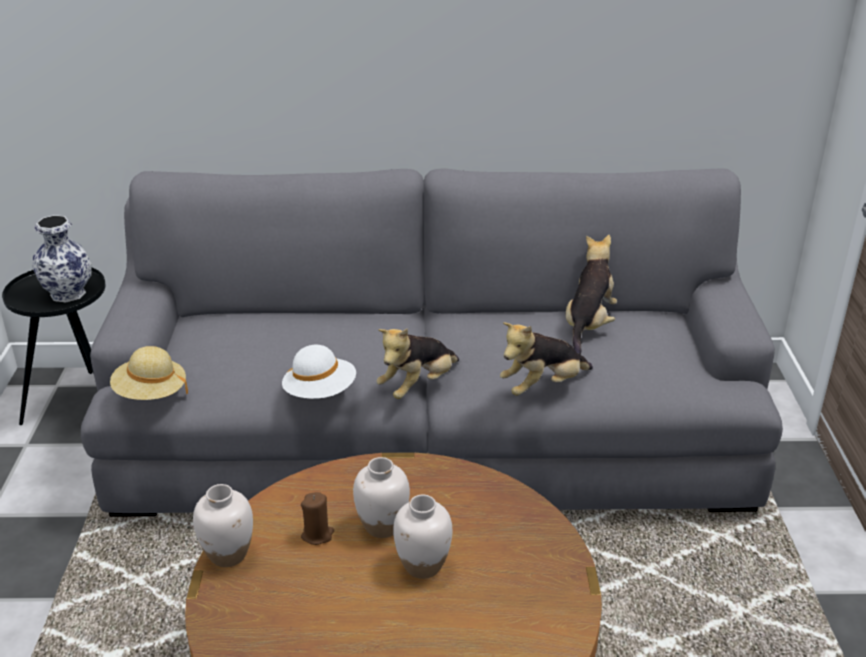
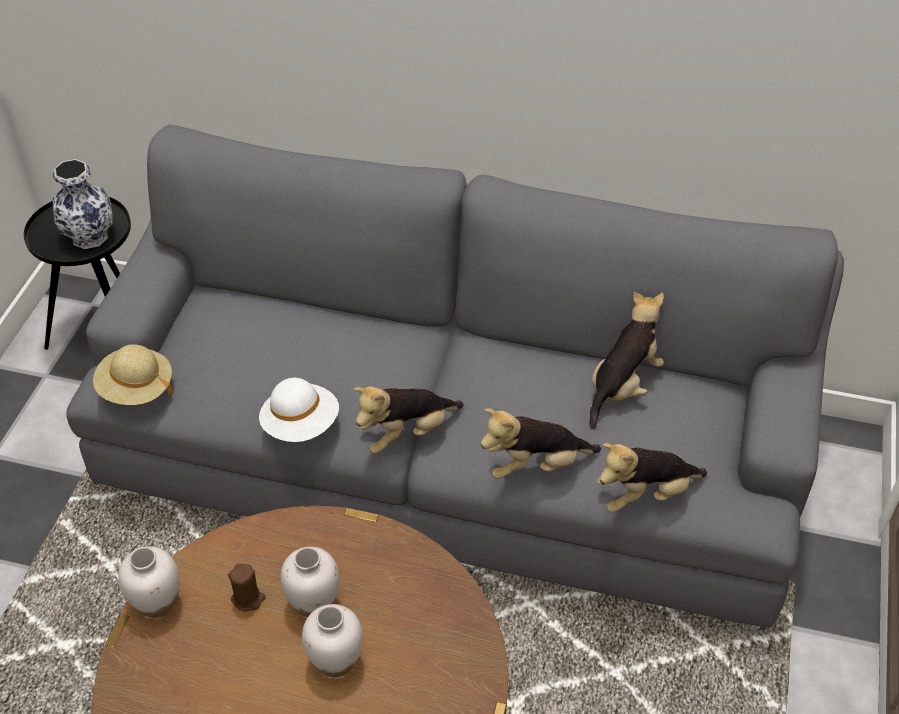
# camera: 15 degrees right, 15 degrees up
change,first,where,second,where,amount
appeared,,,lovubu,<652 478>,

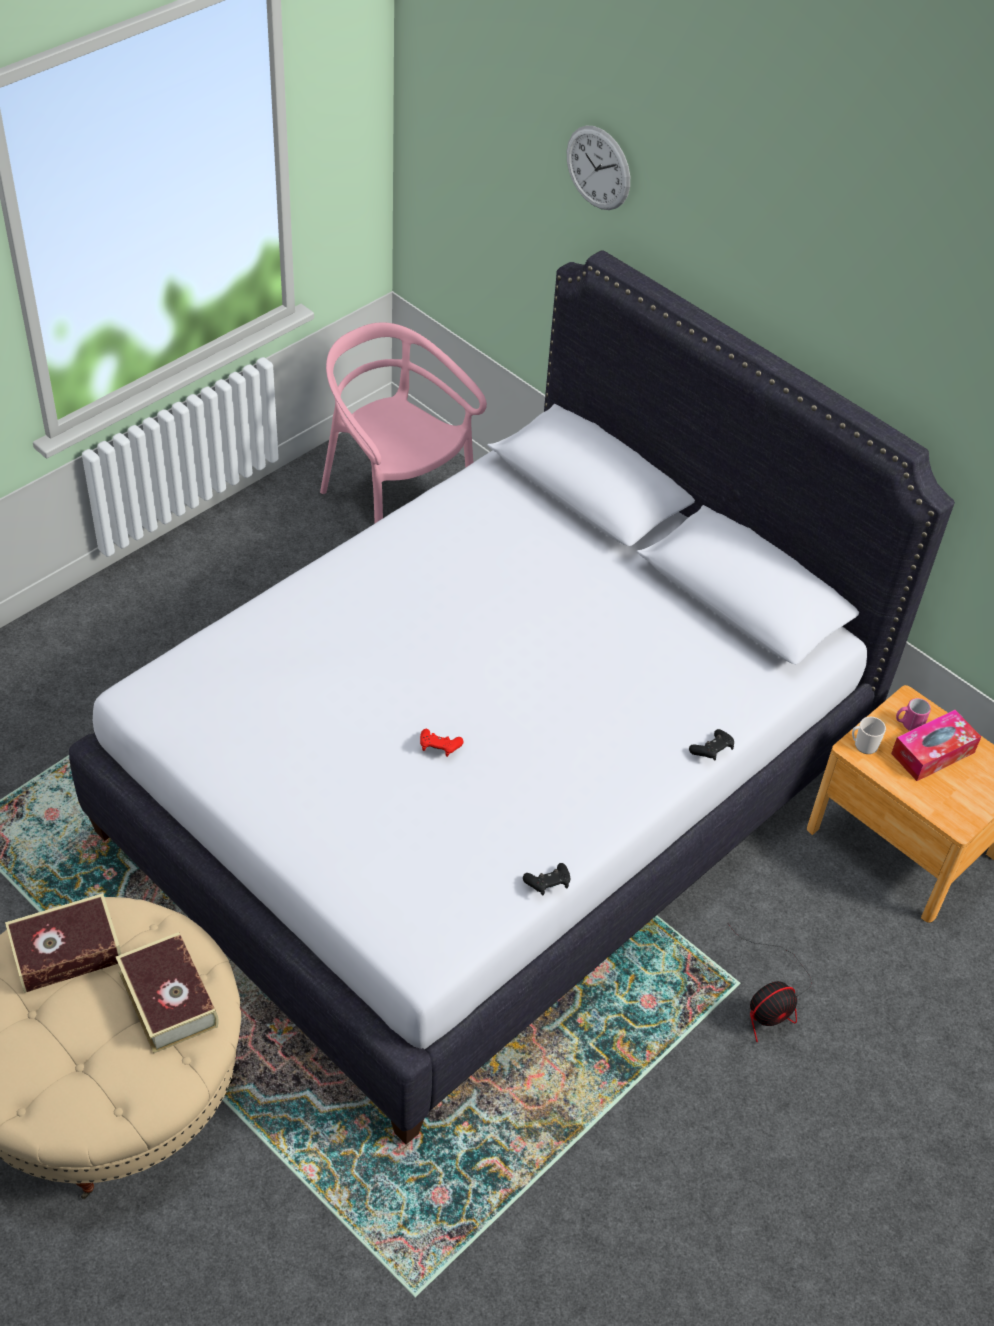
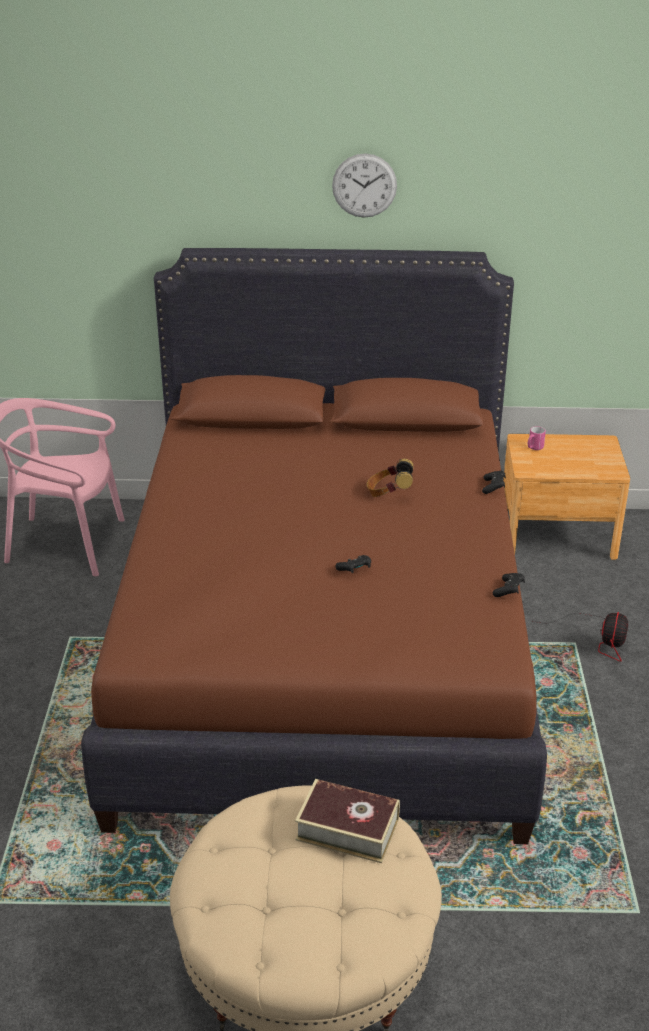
# camera: 40 degrees left, 15 degrees down
change,first,where,second,where,amount
missing,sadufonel,<63 943>,,,
colour,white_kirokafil,<512 697>,brown_kirokafil,<314 546>,
colour,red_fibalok,<441 743>,black_fibalok,<353 564>,
relocated,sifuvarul,<598 168>,,<364 185>,
missing,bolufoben,<869 735>,,,
missing,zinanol,<936 745>,,,
appeared,,,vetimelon,<390 477>,

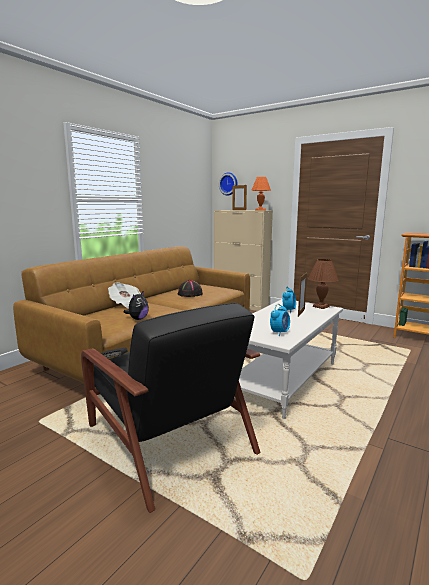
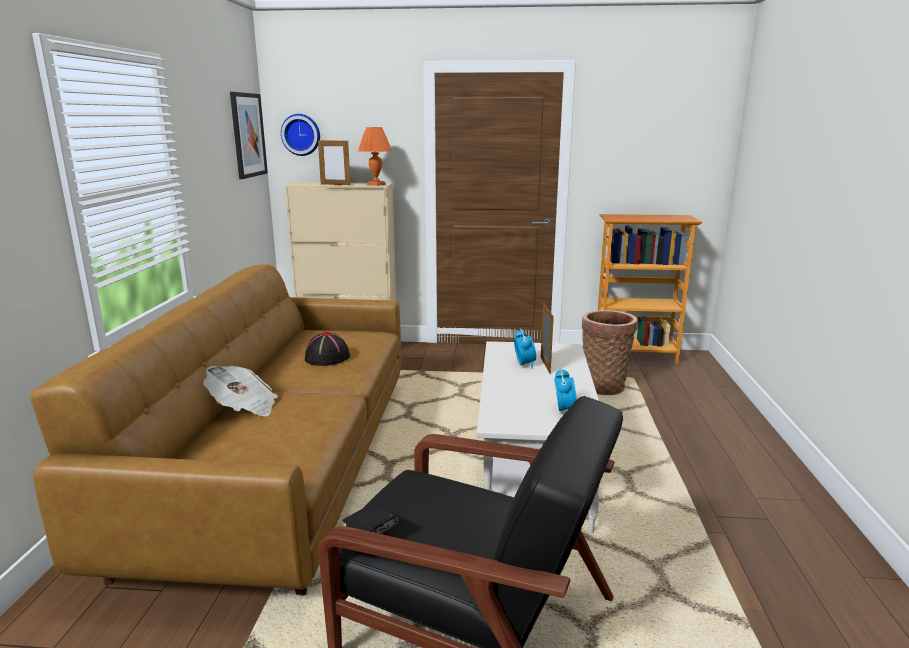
# camera: 30 degrees left, 5 degrees up
change,first,where,second,where,amount
missing,lovubu,<136 306>,,,
missing,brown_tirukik,<323 284>,,,
appeared,,,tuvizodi,<249 135>,
appeared,,,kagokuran,<610 352>,

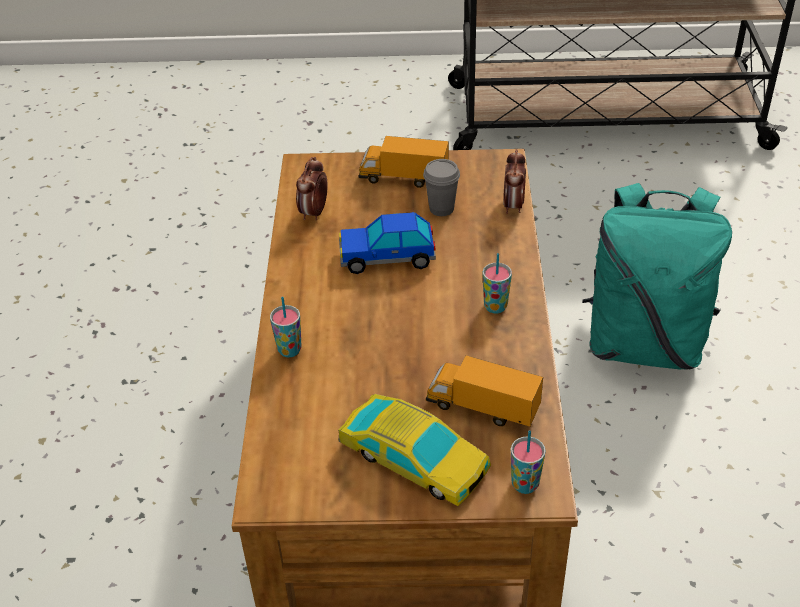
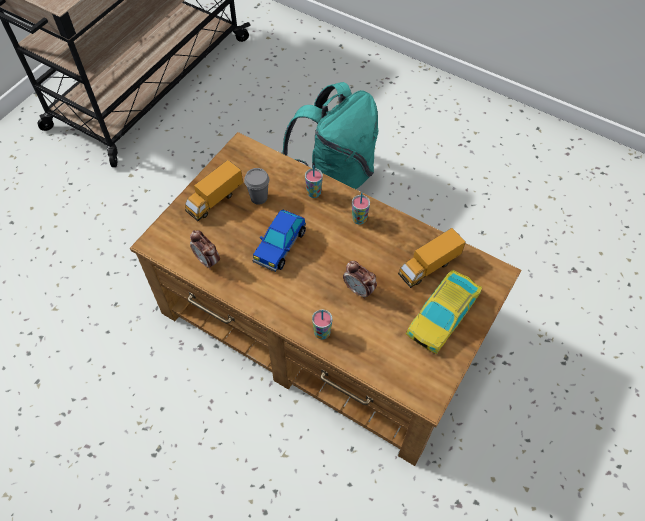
# camera: 60 degrees left, 15 degrees up
change,first,where,second,where,amount
spun,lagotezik,<414 450>,,<444 312>,150 degrees clockwise
relocated,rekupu,<514 181>,,<360 280>,
relocated,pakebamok,<528 462>,,<314 181>,

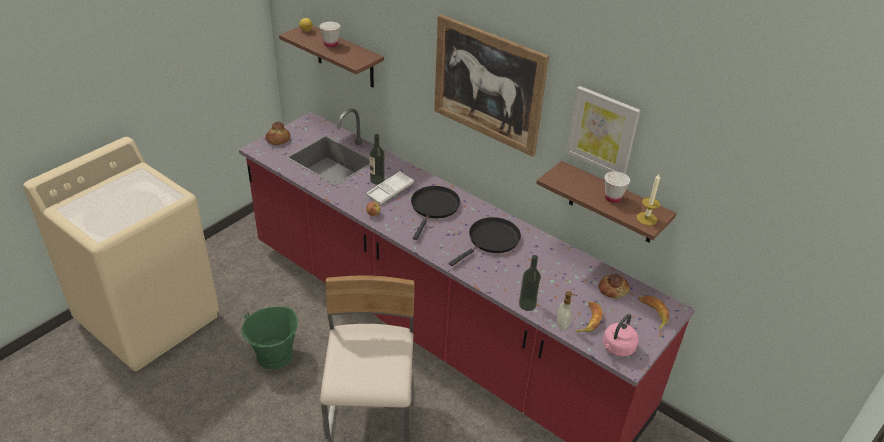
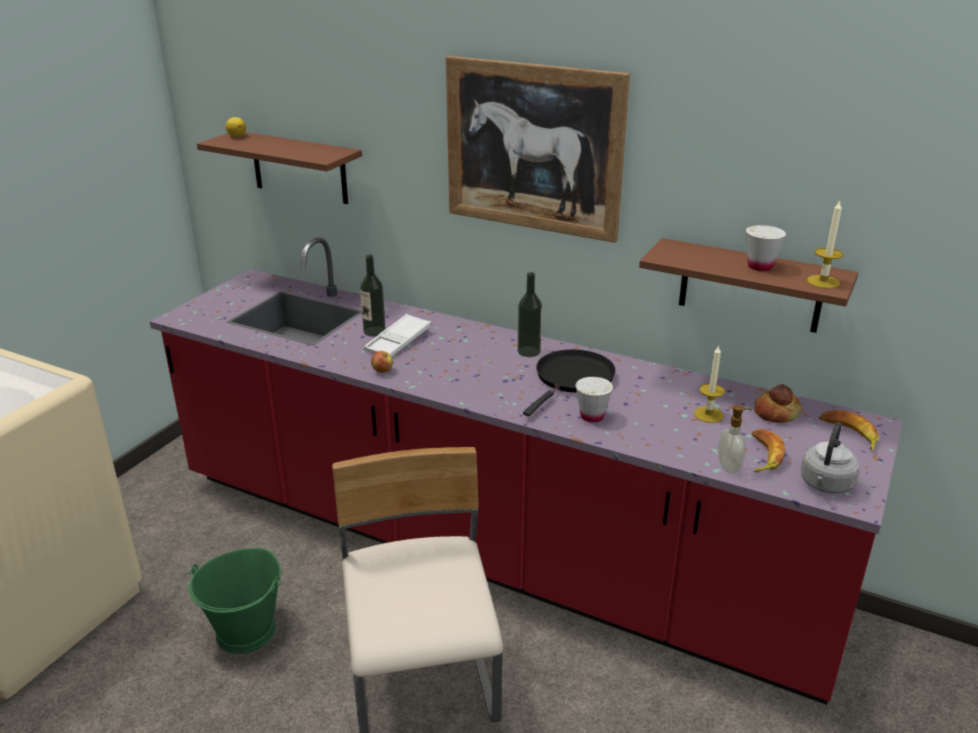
# camera: 10 degrees left, 10 degrees down
change,first,where,second,where,amount
missing,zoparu,<278 133>,,,
relocated,white_pakebamok,<329 34>,,<594 399>,
missing,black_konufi,<435 213>,,,
relocated,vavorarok,<530 283>,,<530 314>,
missing,tuvizodi,<603 130>,,,
colour,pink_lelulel,<621 335>,grey_lelulel,<830 458>,
appeared,,,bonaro,<709 384>,

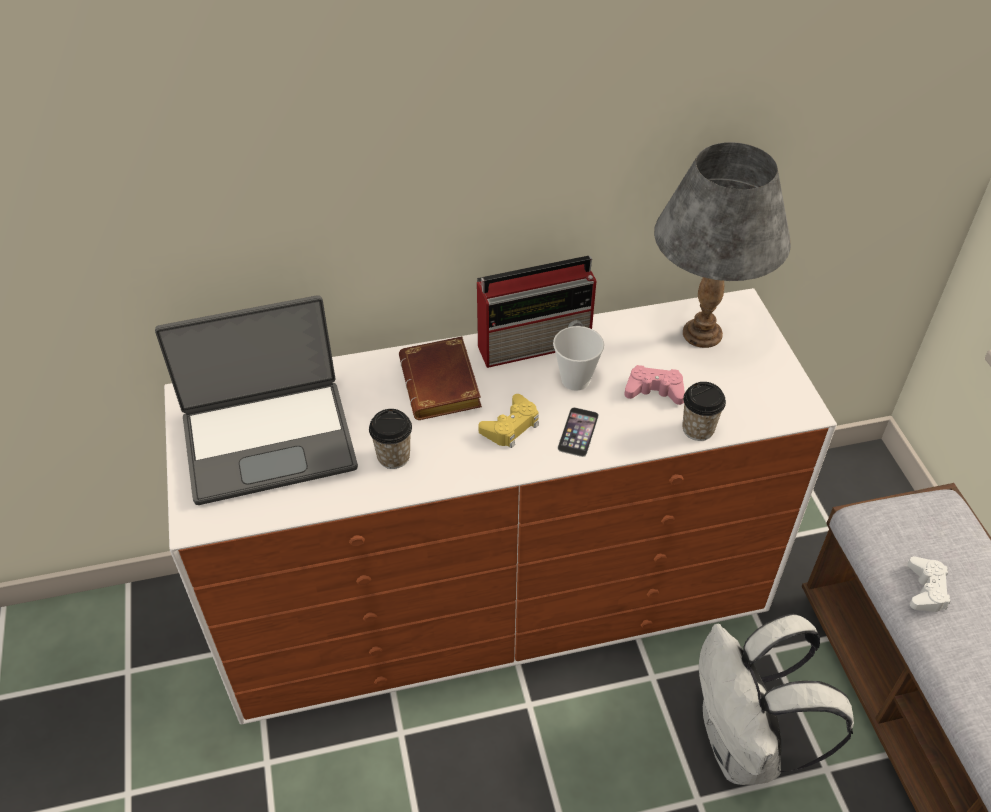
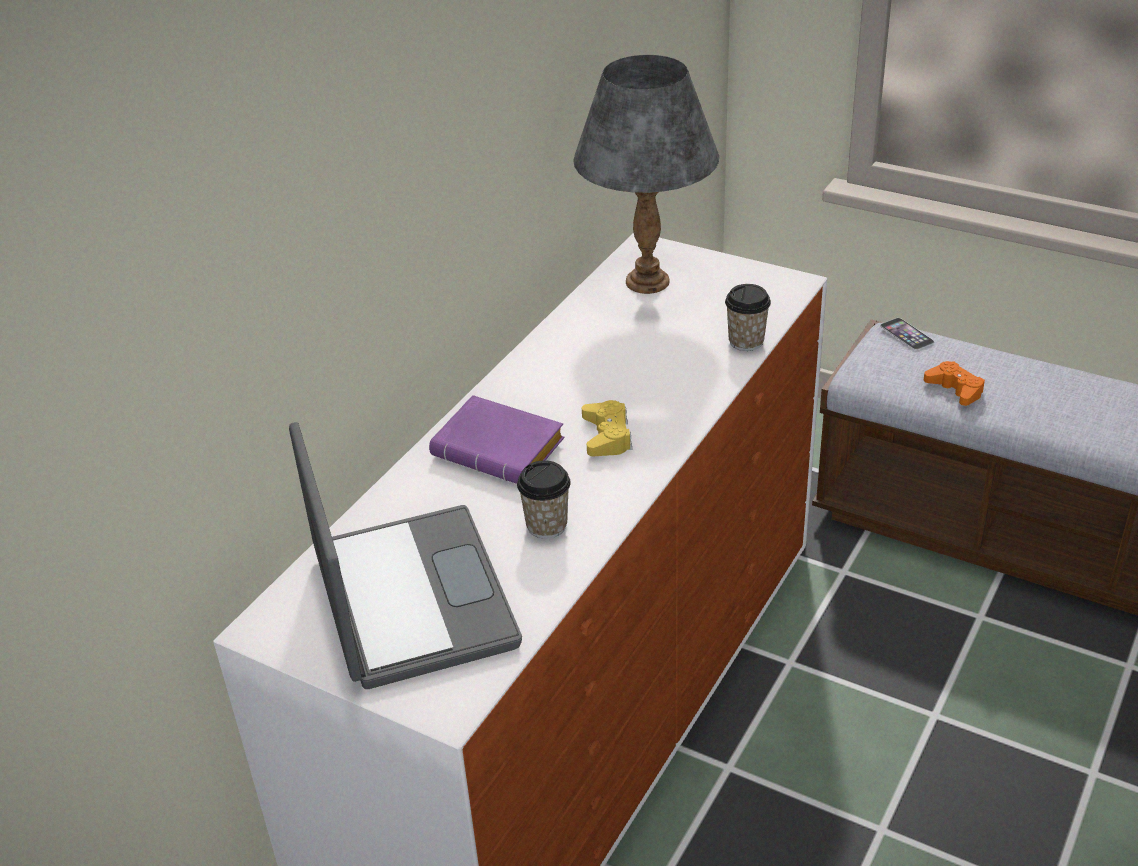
# camera: 45 degrees left, 10 degrees down
change,first,where,second,where,amount
spun,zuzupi,<256 400>,,<405 555>,45 degrees counterclockwise
colour,brown_sadufonel,<440 378>,purple_sadufonel,<497 439>,
missing,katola,<536 312>,,,
missing,pakebamok,<578 358>,,,
relocated,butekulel,<578 432>,,<907 334>,
missing,pink_fibalok,<654 385>,,,
missing,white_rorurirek,<776 699>,,,
colour,white_fibalok,<929 584>,orange_fibalok,<954 383>,

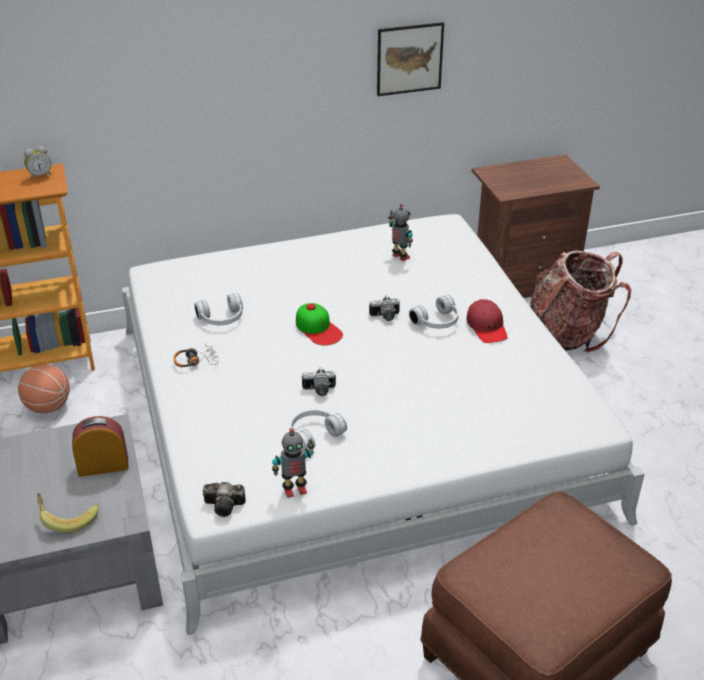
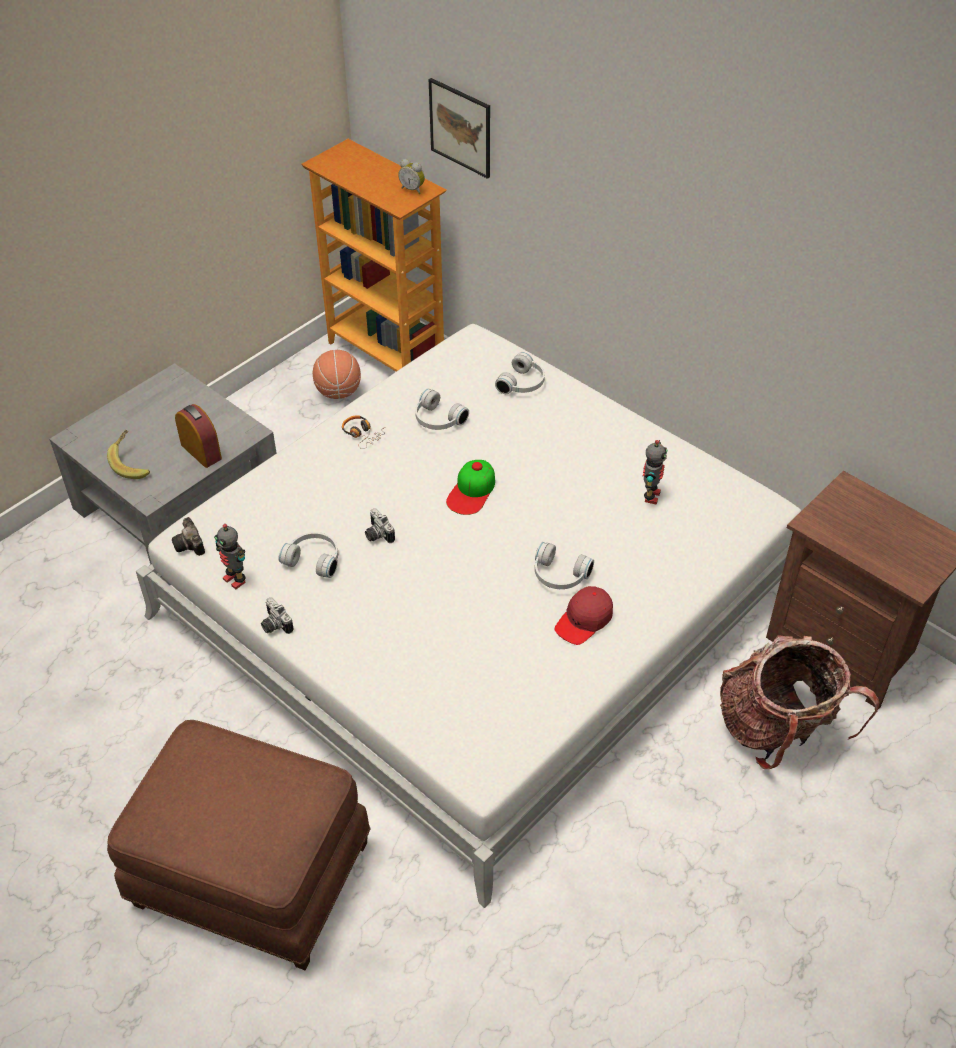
# camera: 60 degrees right, 10 degrees up
change,first,where,second,where,amount
relocated,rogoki,<384 308>,,<277 615>,
relocated,tuvizodi,<410 59>,,<459 128>,
appeared,,,white_vetimelon,<520 373>,

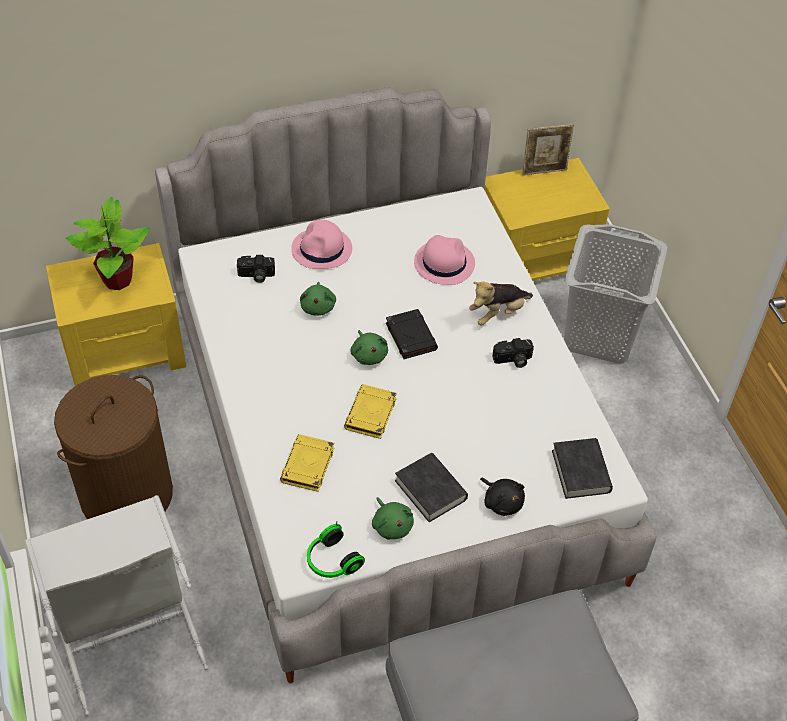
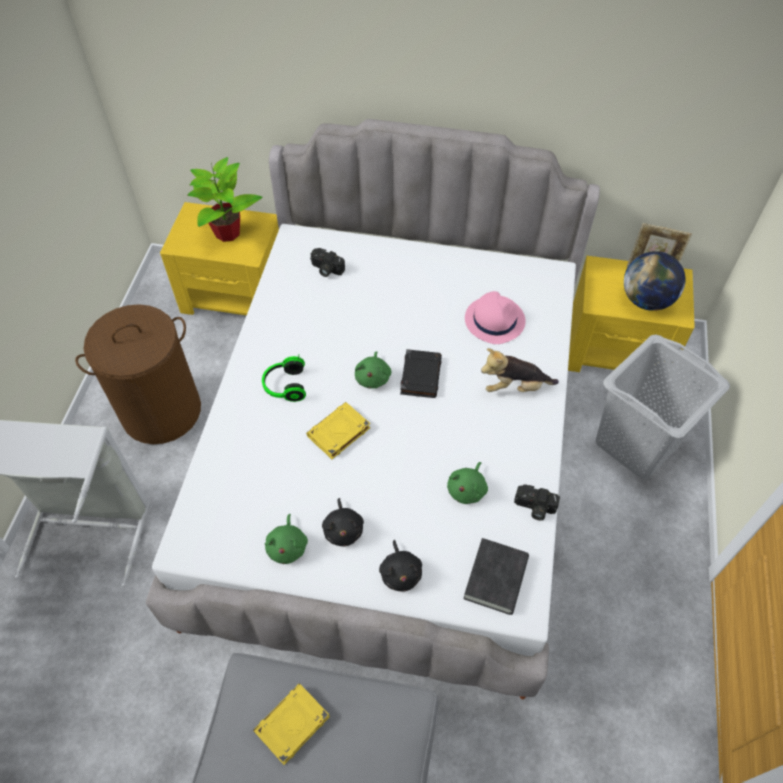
# camera: 30 degrees right, 5 degrees up
change,first,where,second,where,amount
relocated,yellow_sadufonel,<307 463>,,<291 724>,
missing,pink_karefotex,<321 244>,,,
relocated,green_lovubu,<318 299>,,<467 483>,
relocated,vetimelon,<336 549>,,<284 378>,
exchanged,black_sadufonel,<431 487>,black_lovubu,<343 522>,
relocated,rogoki,<513 353>,,<537 502>,
appeared,,,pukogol,<655 281>,

